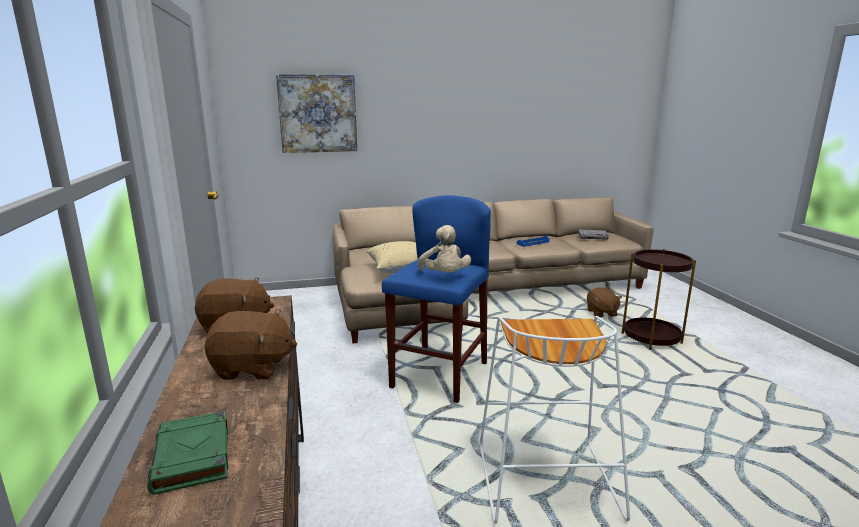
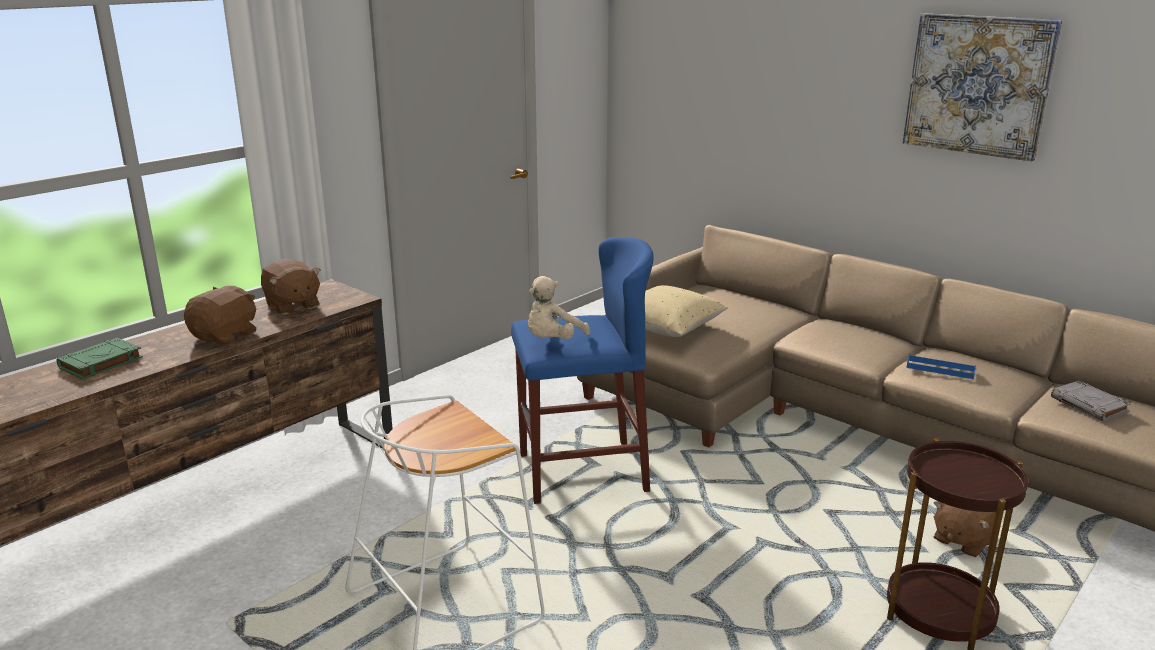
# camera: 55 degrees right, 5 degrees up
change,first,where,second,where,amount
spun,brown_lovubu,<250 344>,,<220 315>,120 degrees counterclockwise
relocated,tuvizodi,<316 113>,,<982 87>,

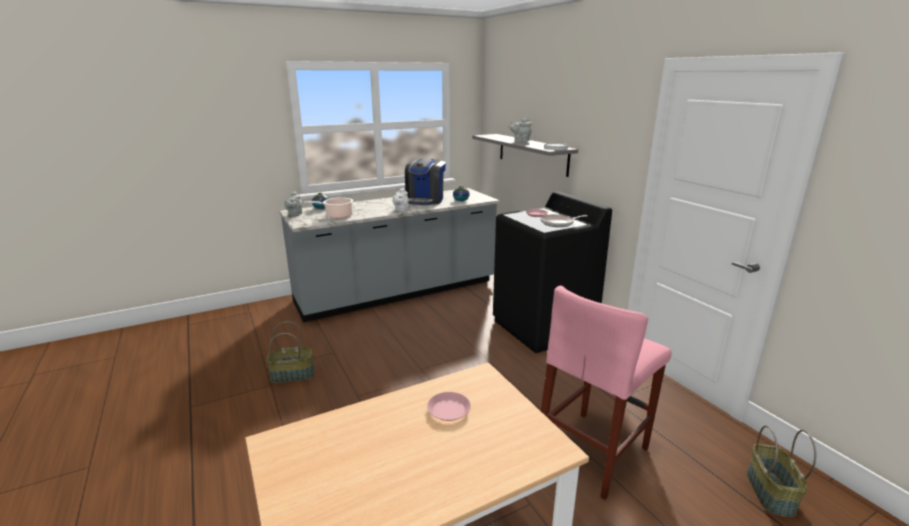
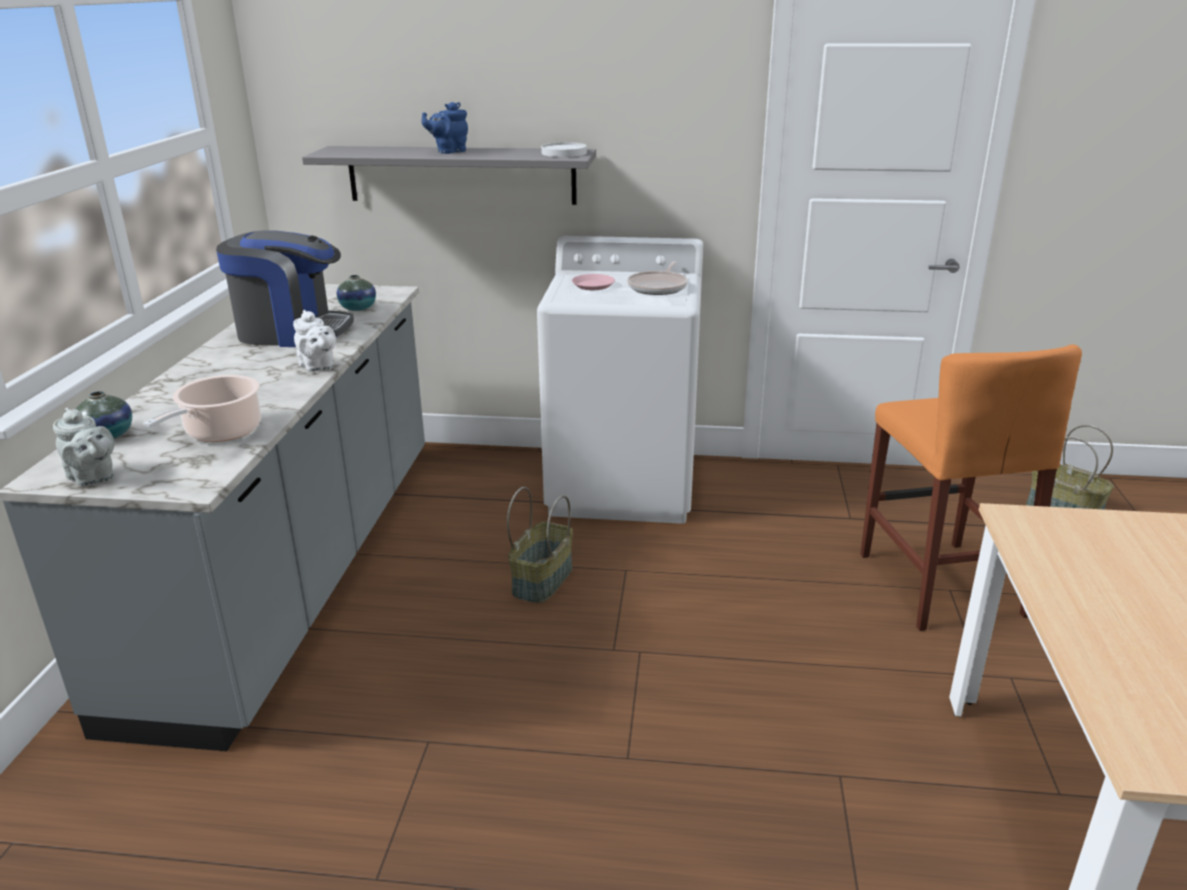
# camera: 55 degrees left, 5 degrees up
change,first,where,second,where,amount
relocated,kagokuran,<290 352>,,<540 545>,
spun,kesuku,<425 181>,,<285 288>,45 degrees counterclockwise
missing,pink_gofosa,<449 406>,,,
colour,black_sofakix,<552 272>,white_sofakix,<620 380>,
colour,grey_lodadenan,<520 130>,blue_lodadenan,<445 128>,
colour,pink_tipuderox,<606 393>,orange_tipuderox,<971 487>,

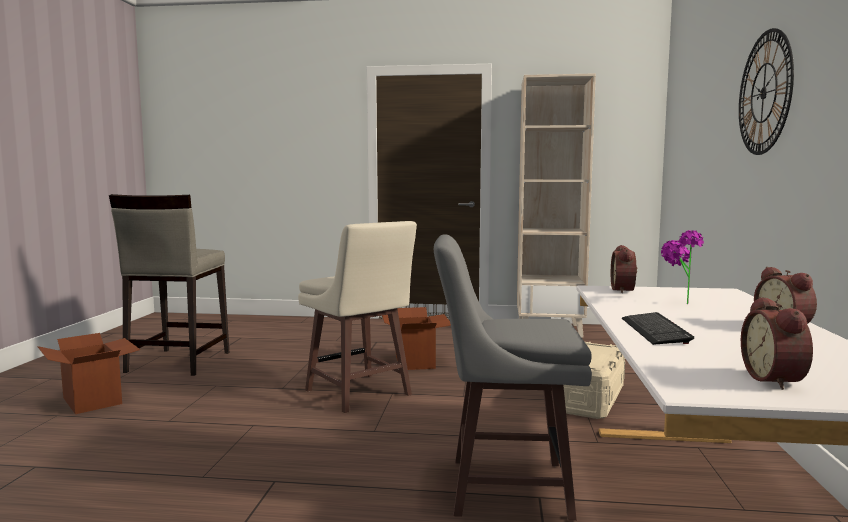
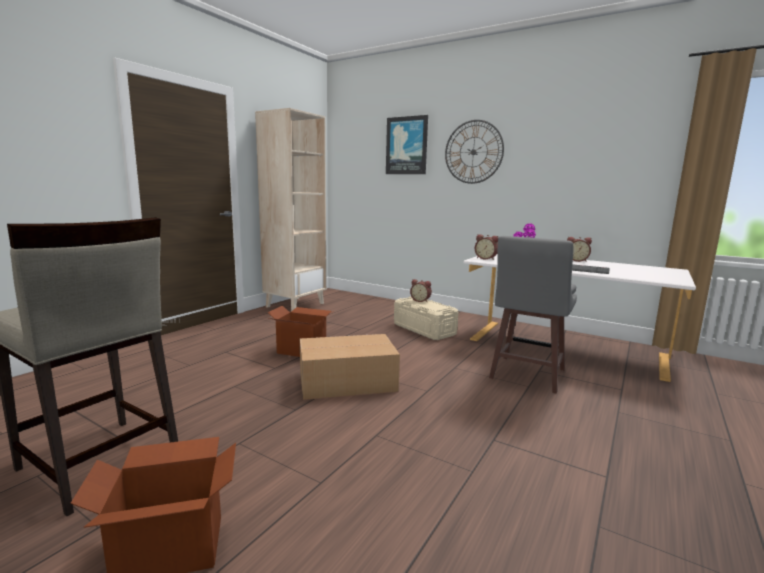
# camera: 65 degrees left, 5 degrees up
change,first,where,second,where,amount
exchanged,beige_tipuderox,<357 317>,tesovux,<350 367>,
relocated,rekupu,<777 343>,,<421 290>,
appeared,,,tuvizodi,<407 144>,

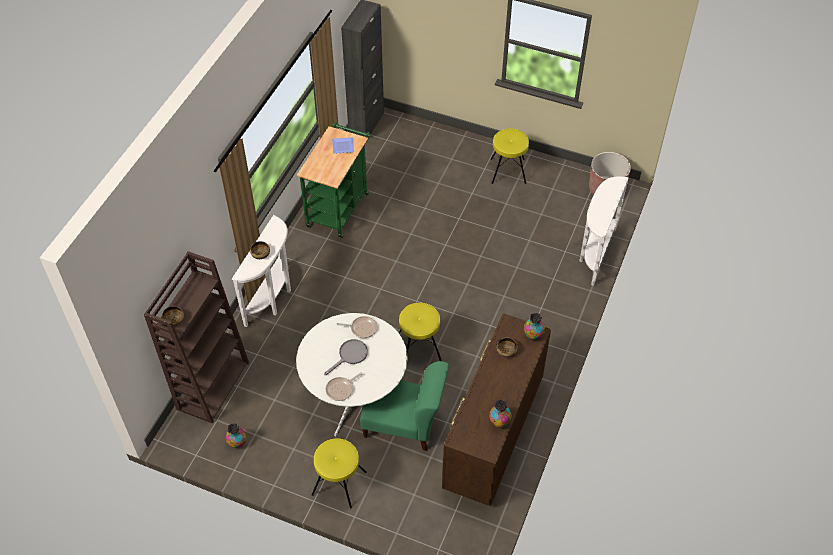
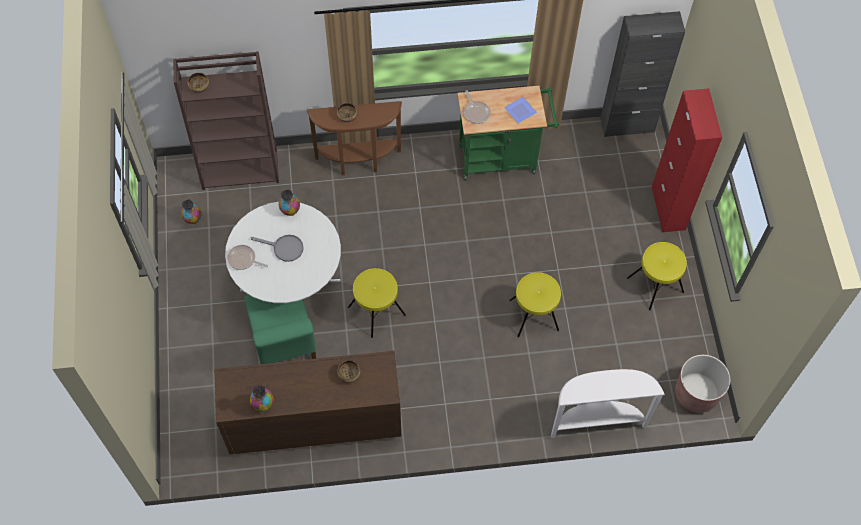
# camera: 60 degrees right, 10 degrees up
change,first,where,second,where,amount
colour,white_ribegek,<261 271>,brown_ribegek,<354 138>,
relocated,yellow_tipuderox,<339 473>,,<535 305>,
relocated,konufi,<357 327>,,<477 107>,
relocated,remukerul,<534 326>,,<289 202>,
appeared,,,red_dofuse,<687 160>,

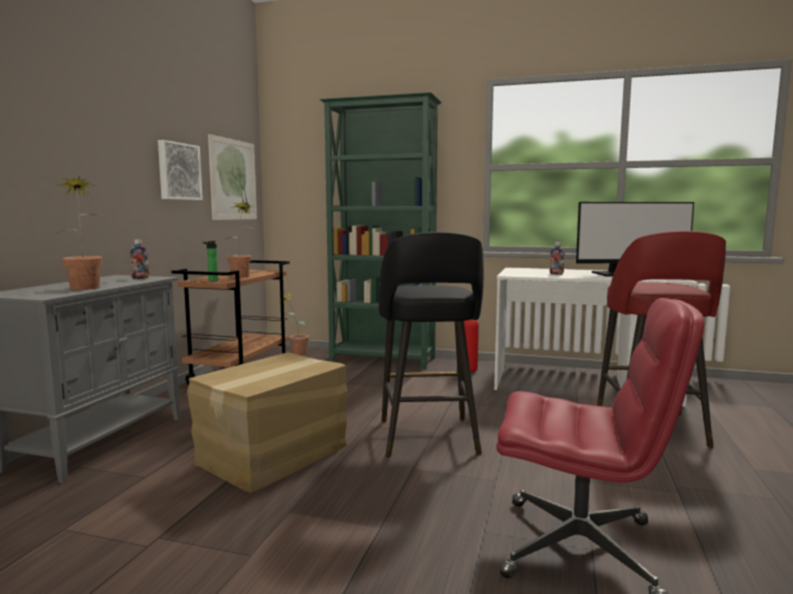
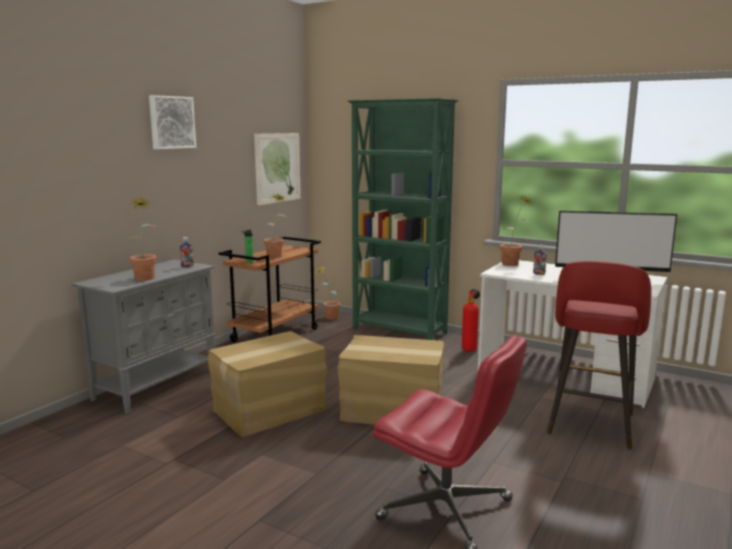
# camera: 15 degrees right, 5 degrees up
change,first,where,second,where,amount
relocated,tuvizodi,<180 170>,,<172 122>,
exchanged,black_tipuderox,<431 344>,tesovux,<391 380>,
appeared,,,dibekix,<516 230>,

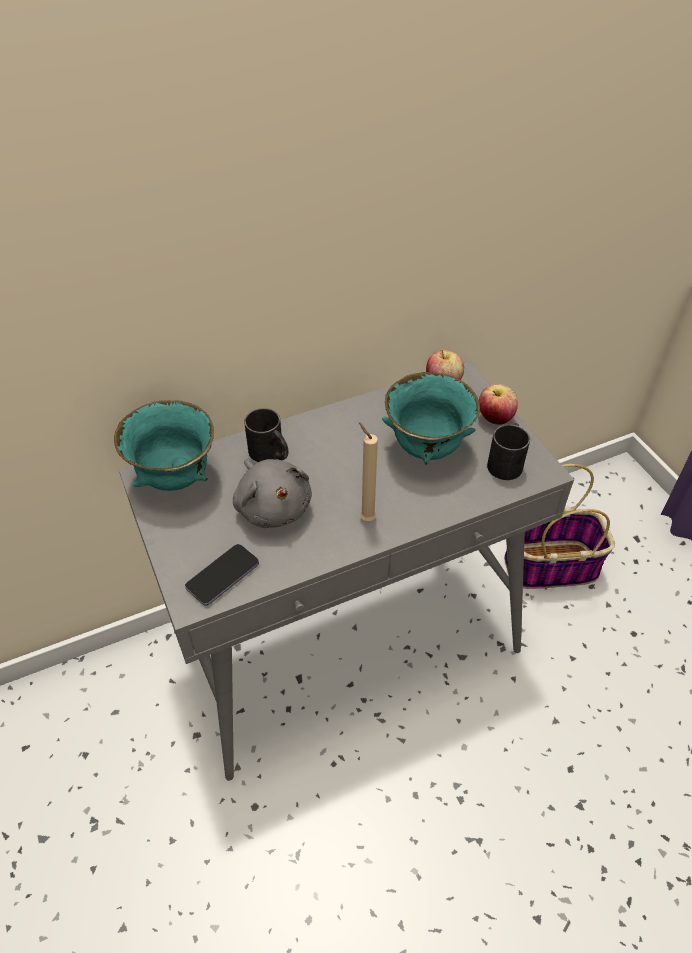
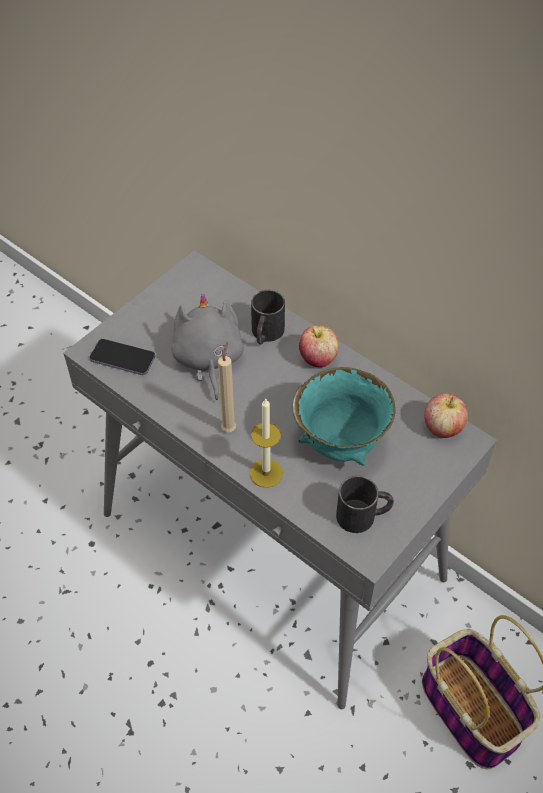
# camera: 65 degrees right, 5 degrees up
change,first,where,second,where,amount
missing,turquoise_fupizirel,<164 445>,,,
spun,grey_lovubu,<272 493>,,<208 347>,135 degrees clockwise
relocated,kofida,<498 404>,,<319 346>,
appeared,,,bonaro,<266 443>,

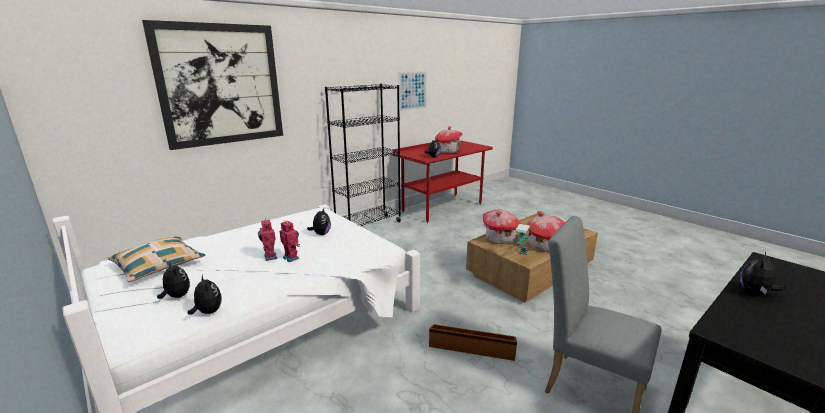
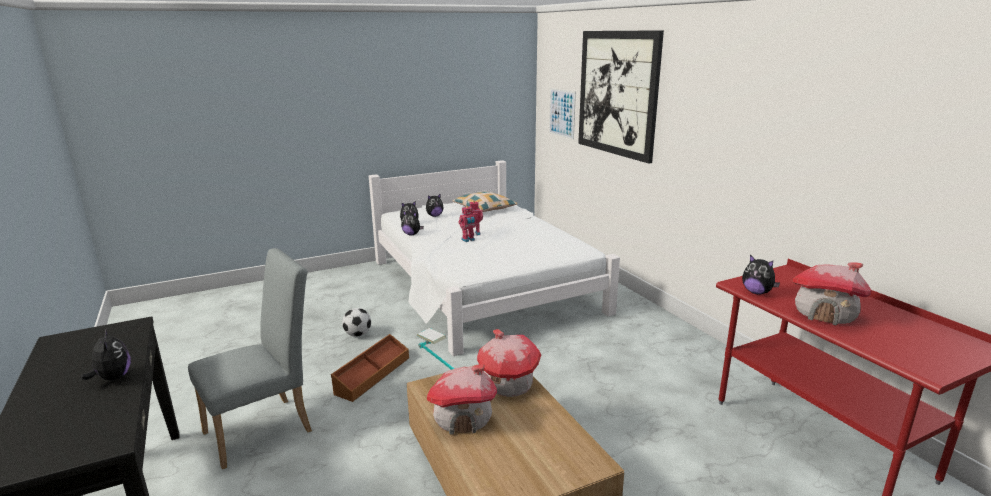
# camera: 105 degrees right, 0 degrees up
change,first,where,second,where,amount
relocated,lovubu,<319 221>,,<412 223>,
missing,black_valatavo,<363 155>,,,
relocated,tuvizodi,<413 91>,,<562 114>,
appeared,,,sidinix,<356 322>,

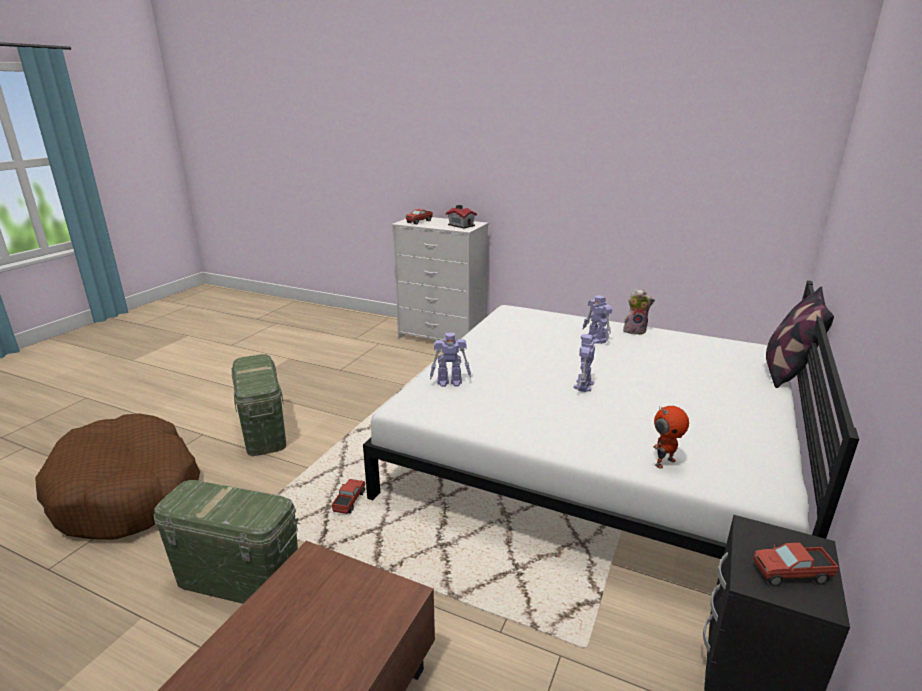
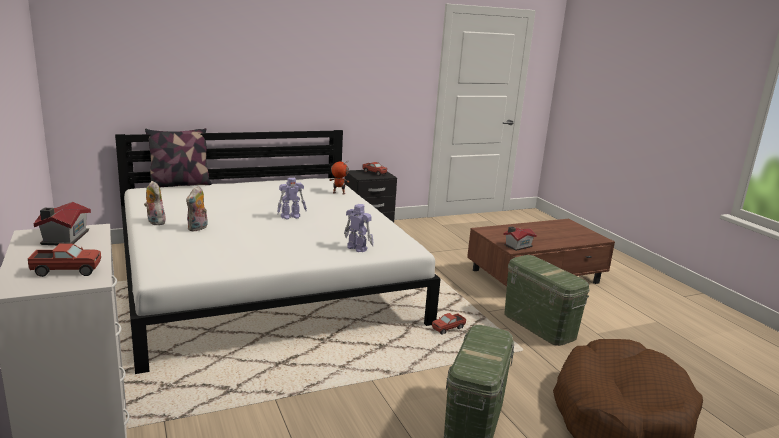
# camera: 140 degrees left, 5 degrees down
change,first,where,second,where,amount
exchanged,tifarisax,<597 319>,lovubu,<197 209>,
appeared,,,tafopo,<520 239>,

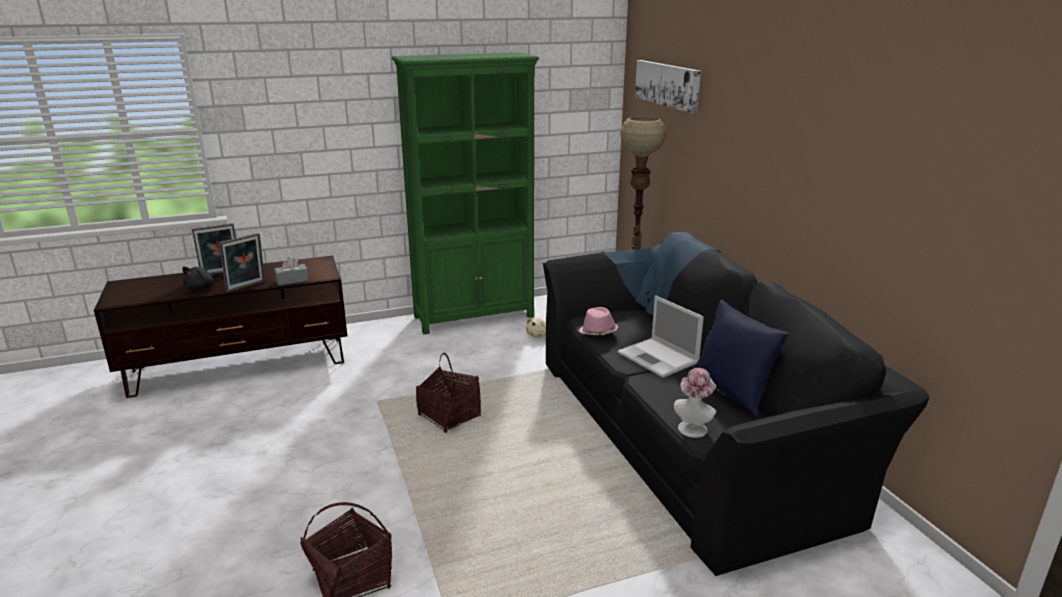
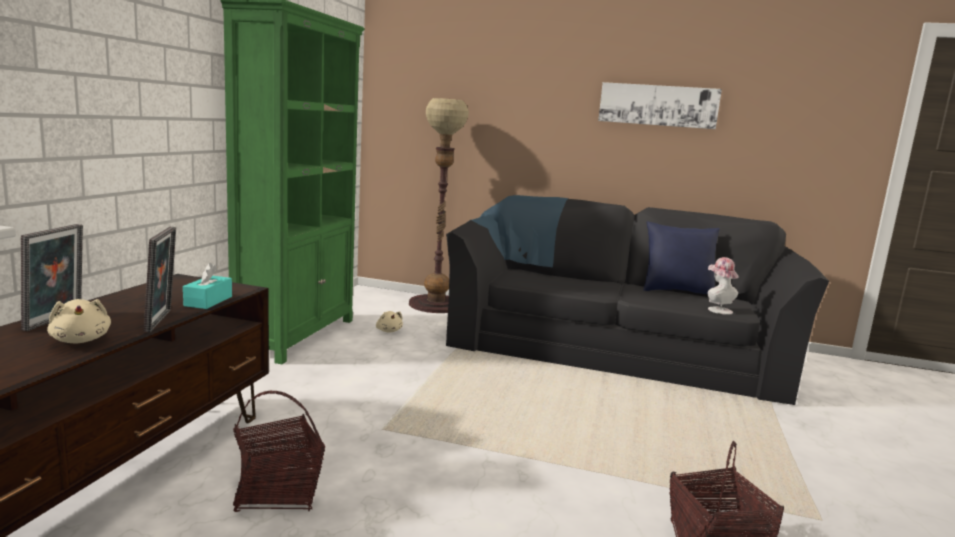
# camera: 55 degrees left, 10 degrees down
change,first,where,second,where,amount
colour,black_lovubu,<199 278>,beige_lovubu,<79 321>,
colour,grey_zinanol,<291 271>,turquoise_zinanol,<207 286>,
relocated,kagokuran,<448 393>,,<279 451>,
missing,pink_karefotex,<598 321>,,,
missing,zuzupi,<660 337>,,,
relocated,tuvizodi,<668 86>,,<660 105>,

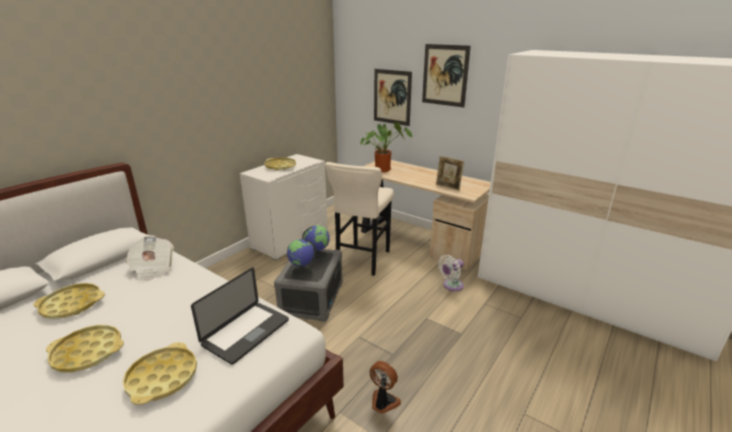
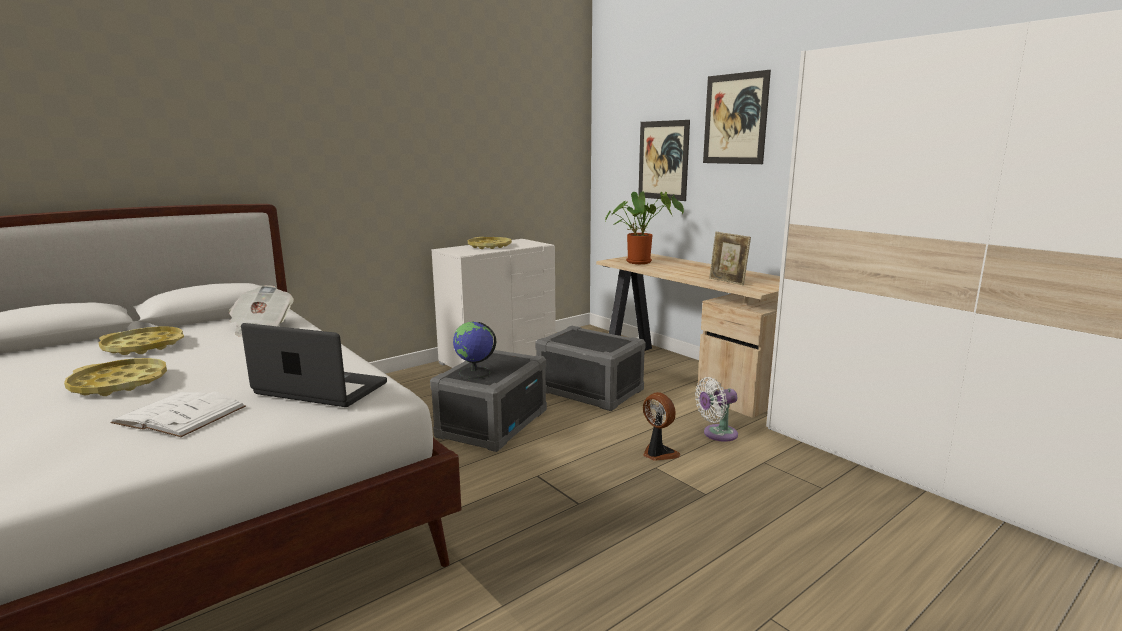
# camera: 15 degrees right, 10 degrees down
change,first,where,second,where,amount
exchanged,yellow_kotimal,<160 373>,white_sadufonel,<178 414>,
spun,zuzupi,<240 316>,,<314 365>,120 degrees counterclockwise
missing,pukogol,<316 243>,,,
exchanged,beige_tipuderox,<359 219>,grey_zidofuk,<591 368>,
relocated,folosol,<385 387>,,<661 426>,

